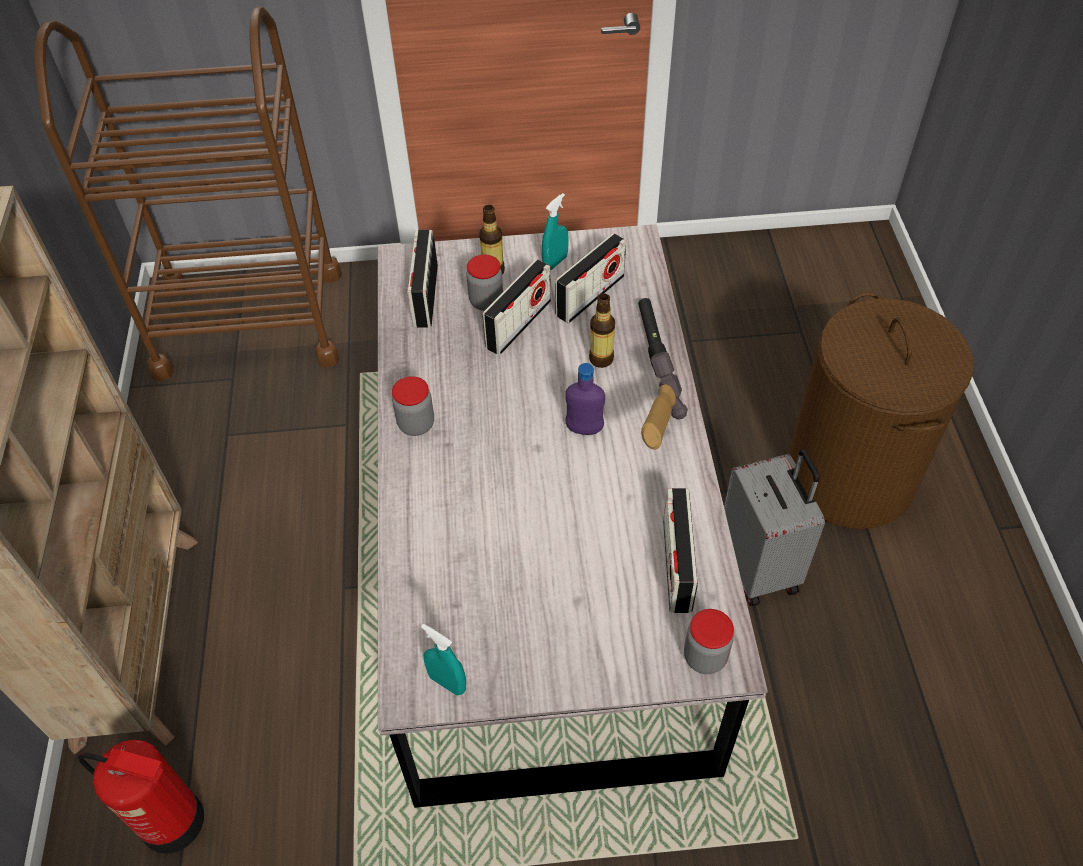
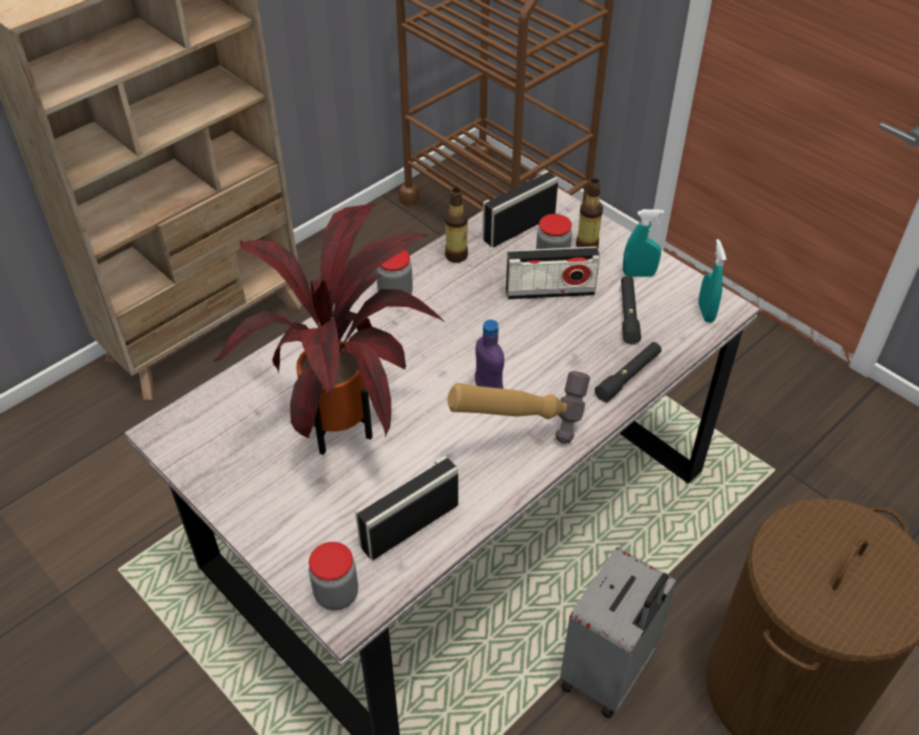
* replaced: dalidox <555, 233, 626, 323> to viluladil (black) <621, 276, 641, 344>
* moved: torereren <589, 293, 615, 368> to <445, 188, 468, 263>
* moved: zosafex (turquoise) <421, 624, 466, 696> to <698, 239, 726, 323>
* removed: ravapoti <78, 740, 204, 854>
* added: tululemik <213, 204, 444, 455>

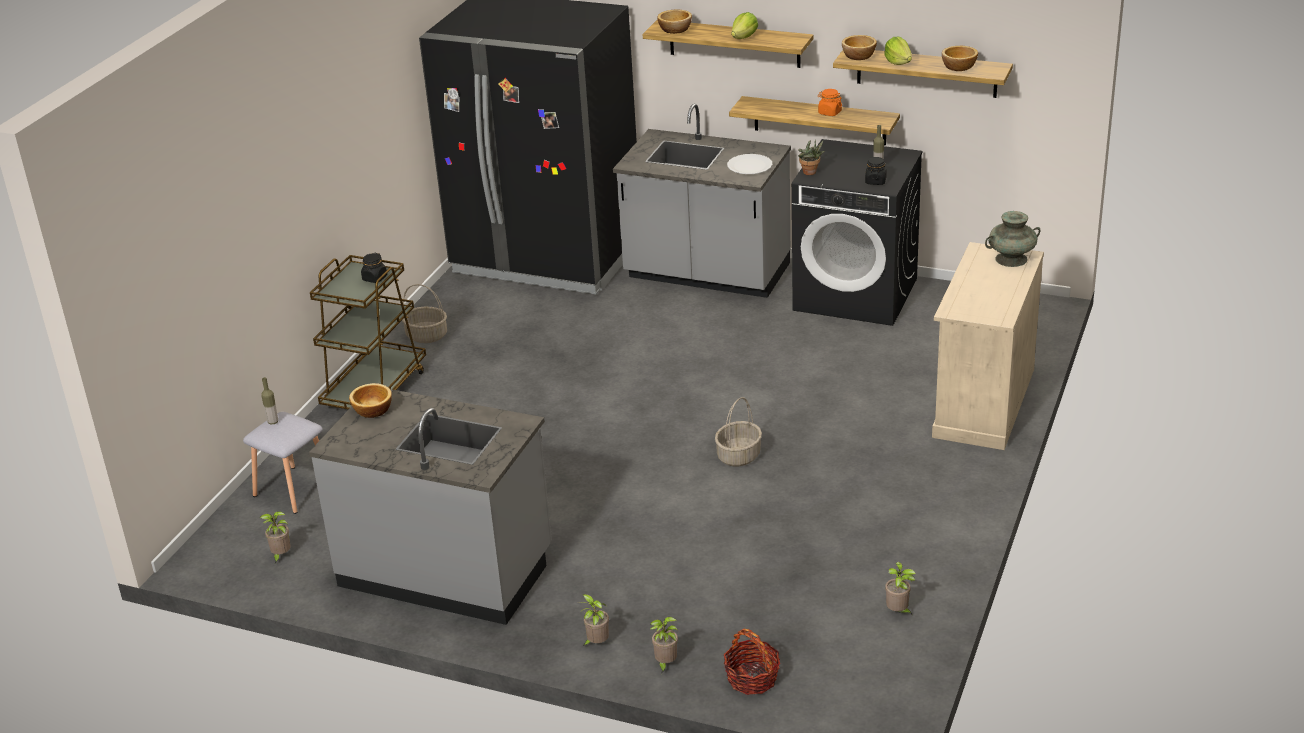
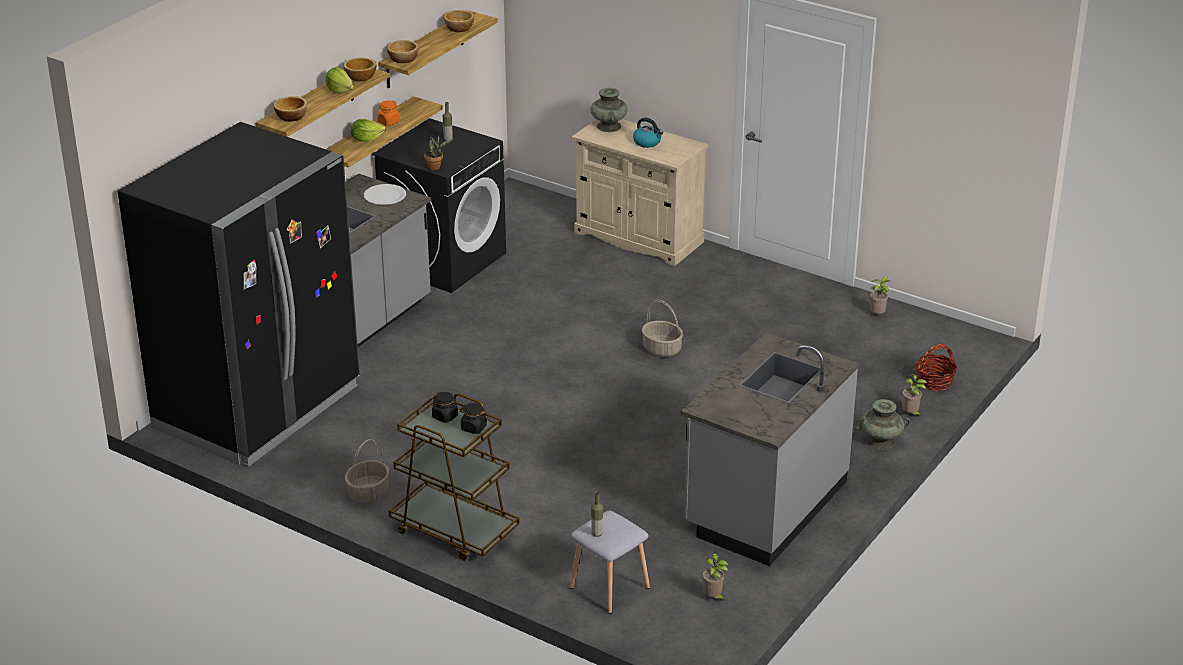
* moved: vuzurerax <884, 37, 912, 65> to <351, 119, 386, 142>
* moved: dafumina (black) <865, 157, 887, 185> to <460, 403, 487, 434>
* moved: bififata <349, 383, 392, 418> to <343, 58, 376, 81>
* replaced: tululemik <579, 594, 609, 646> to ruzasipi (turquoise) <854, 399, 910, 450>
* added: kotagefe <633, 118, 663, 148>

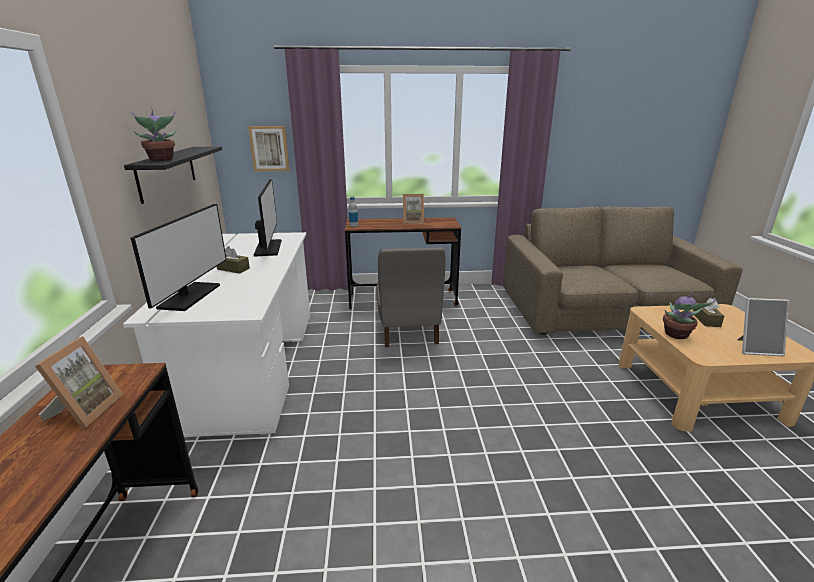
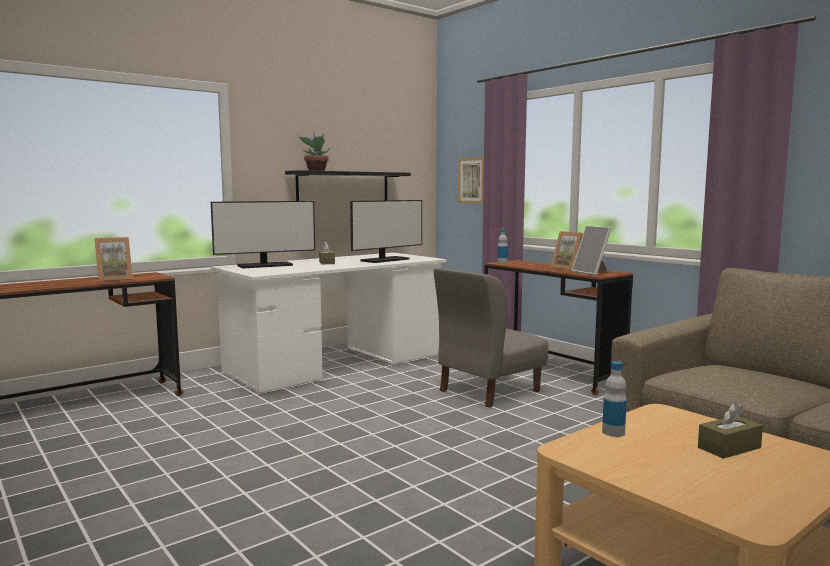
* replaced: tululemik <663, 291, 716, 339> to torereren <602, 361, 627, 437>
* moved: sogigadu <737, 298, 789, 356> to <571, 226, 612, 276>

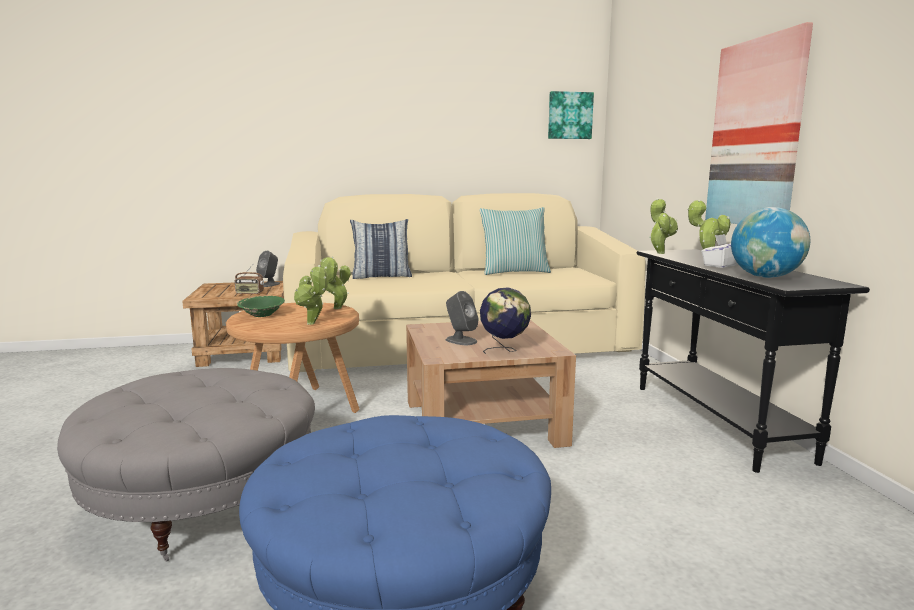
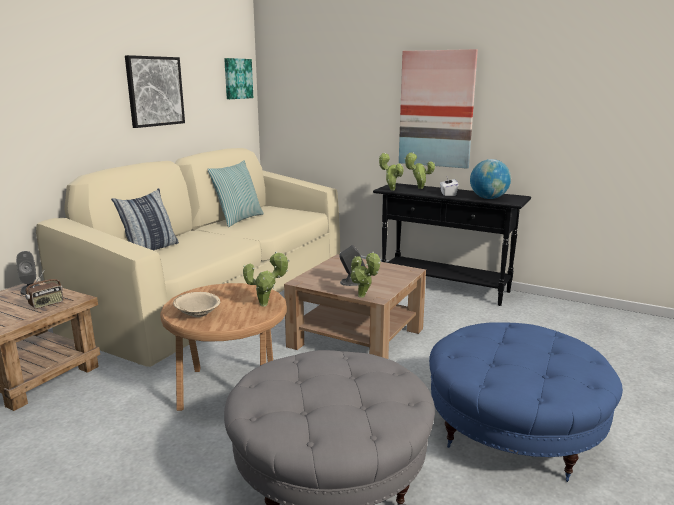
* moved: tululemik <320, 256, 351, 309> to <350, 251, 380, 298>
* removed: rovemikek <480, 287, 531, 354>
* recoloured: bififata (green) <237, 296, 285, 317> to bififata (beige) <173, 292, 220, 317>
* added: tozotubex <125, 55, 185, 128>

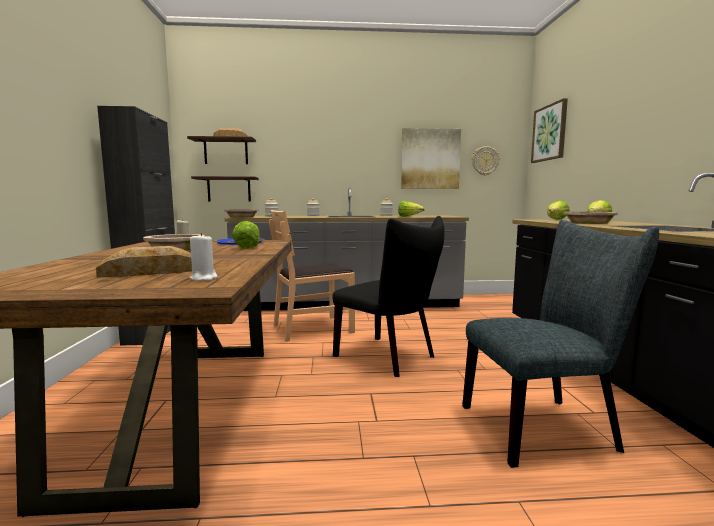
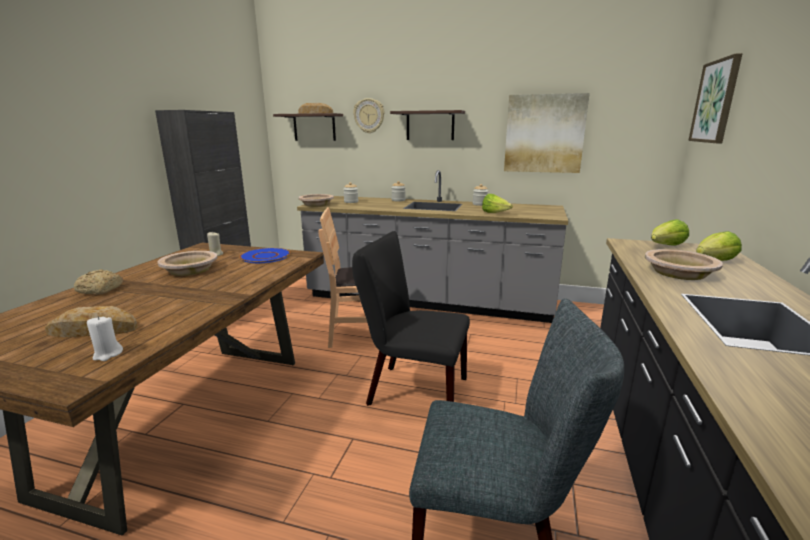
* moved: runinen <472, 146, 500, 176> to <353, 98, 385, 133>
* moved: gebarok <191, 176, 259, 202> to <390, 110, 465, 140>
* turned: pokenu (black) <332, 216, 444, 377> = <352, 231, 470, 406> 135 degrees clockwise
* removed: vuzurerax <232, 221, 260, 249>
* added: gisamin <74, 269, 123, 295>

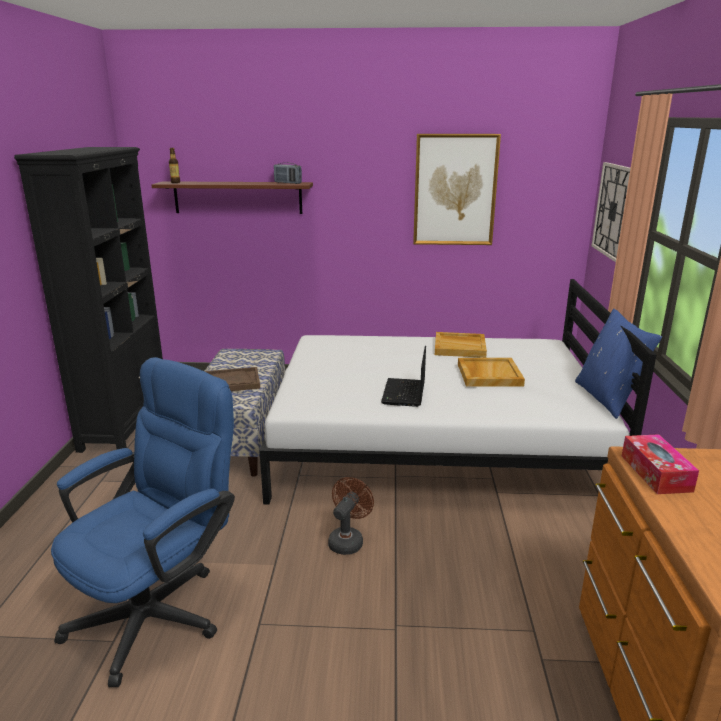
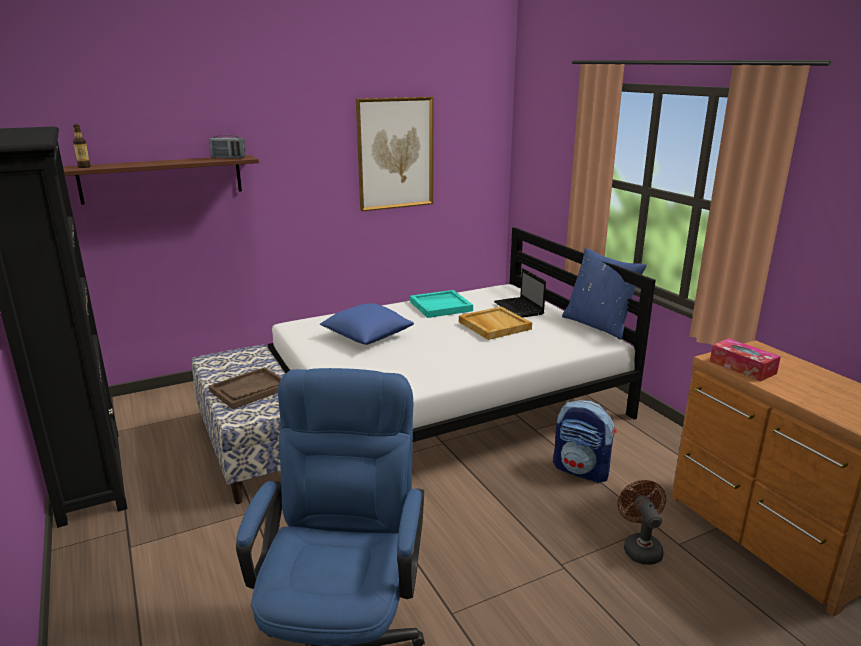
* removed: runinen <591, 162, 630, 262>
* recoloured: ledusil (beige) <435, 332, 487, 358> to ledusil (turquoise) <410, 290, 473, 318>
* moved: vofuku <381, 346, 426, 407> to <494, 268, 546, 318>
* moved: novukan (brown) <328, 477, 374, 555> to <617, 480, 666, 565>
* added: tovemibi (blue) <320, 303, 414, 345>
* added: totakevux <553, 400, 617, 483>

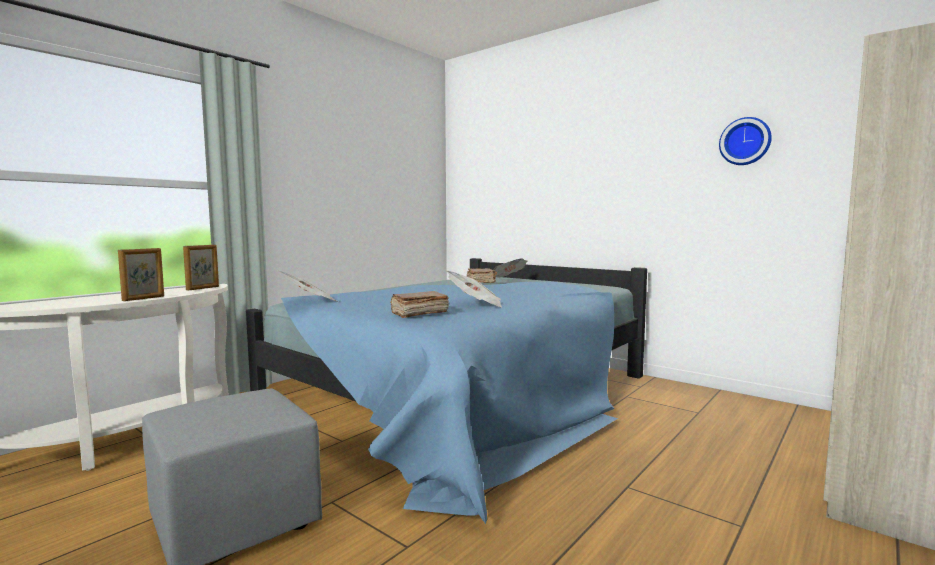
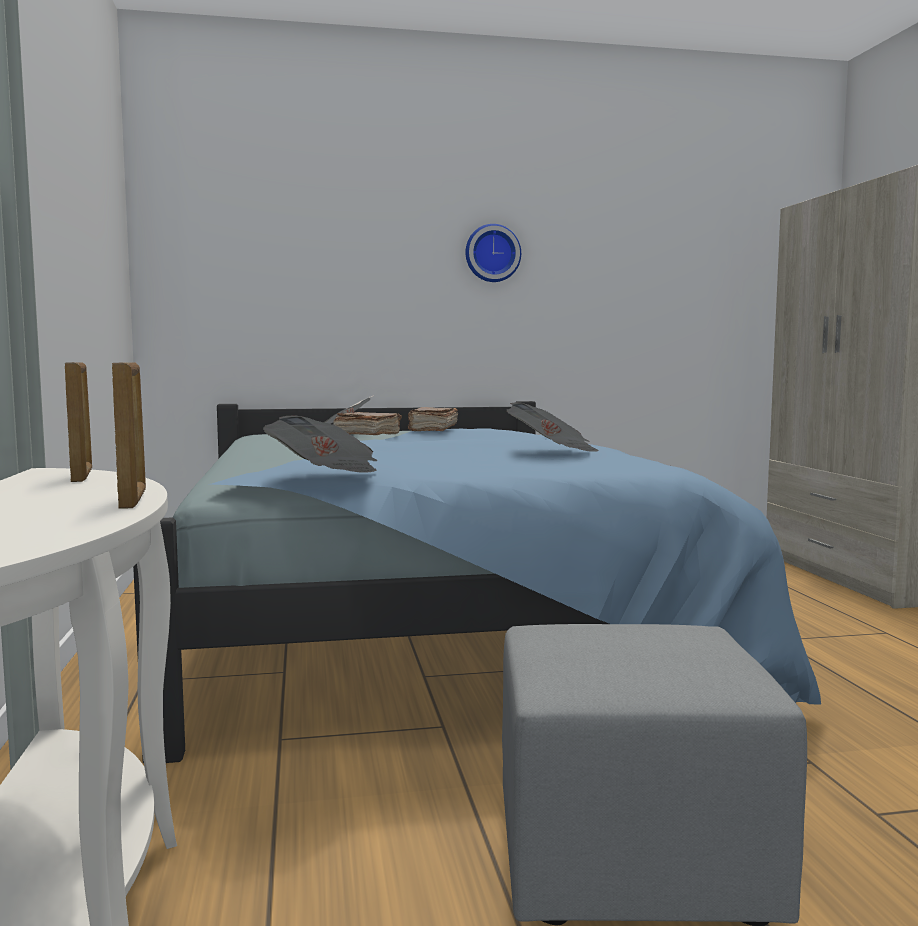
* moved: runinen <719, 117, 772, 165> to <466, 224, 521, 282>
* moved: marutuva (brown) <390, 291, 449, 318> to <408, 407, 458, 431>

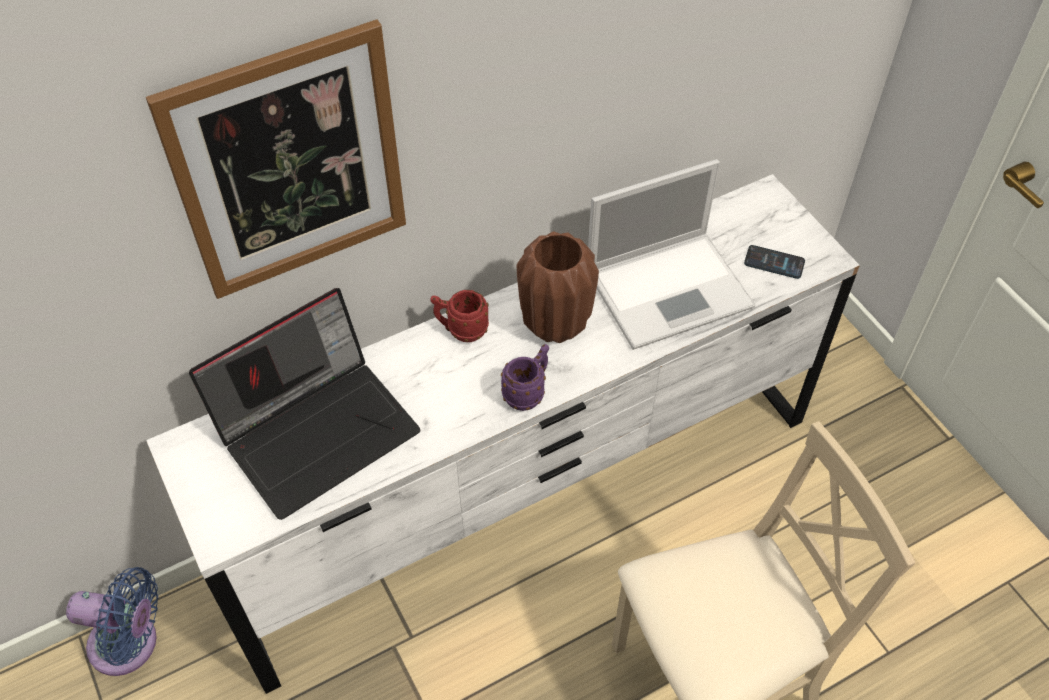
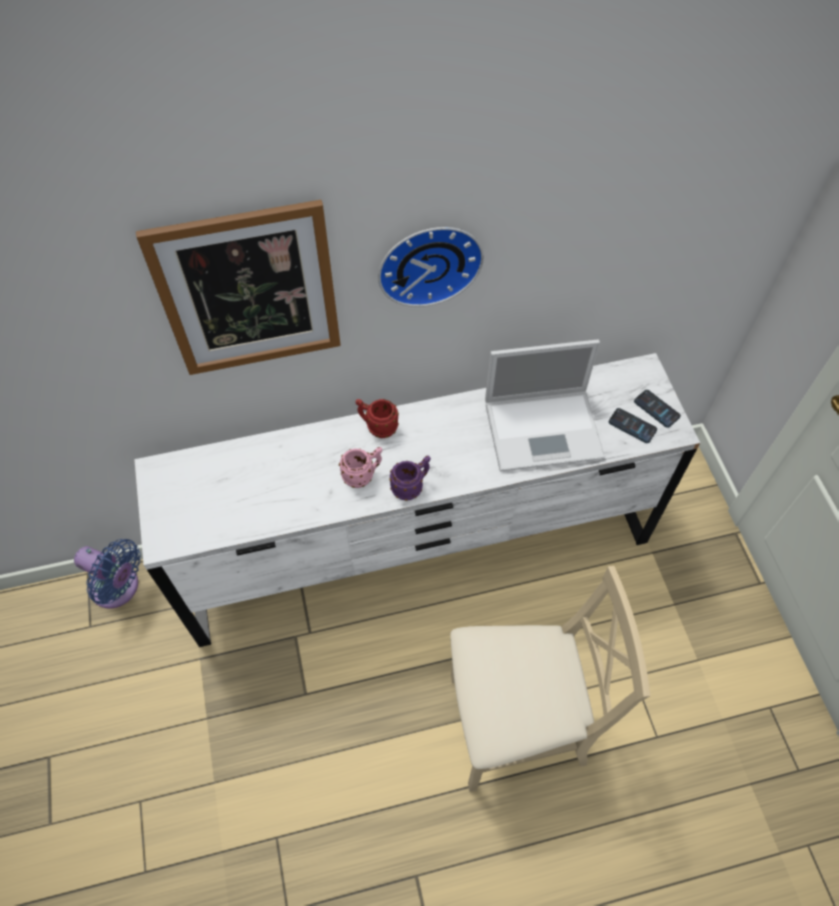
* removed: ruzasipi (brown) <517, 231, 599, 343>
* removed: vofuku <189, 288, 420, 520>
* added: runinen <378, 227, 484, 307>
* added: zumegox <634, 390, 681, 428>
* added: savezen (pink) <339, 447, 382, 488>

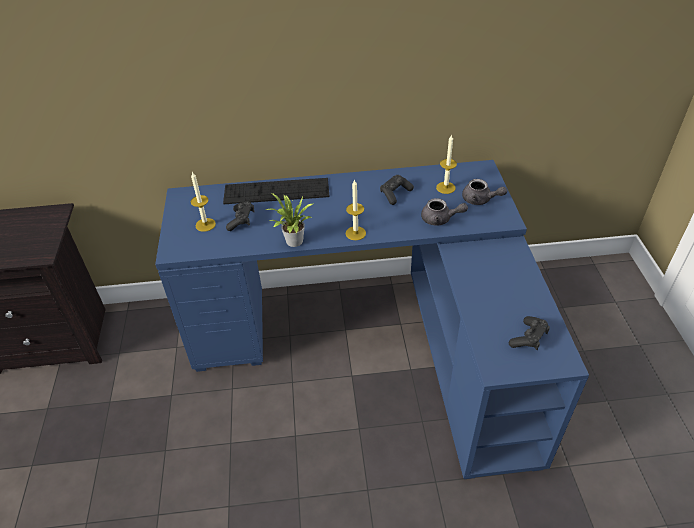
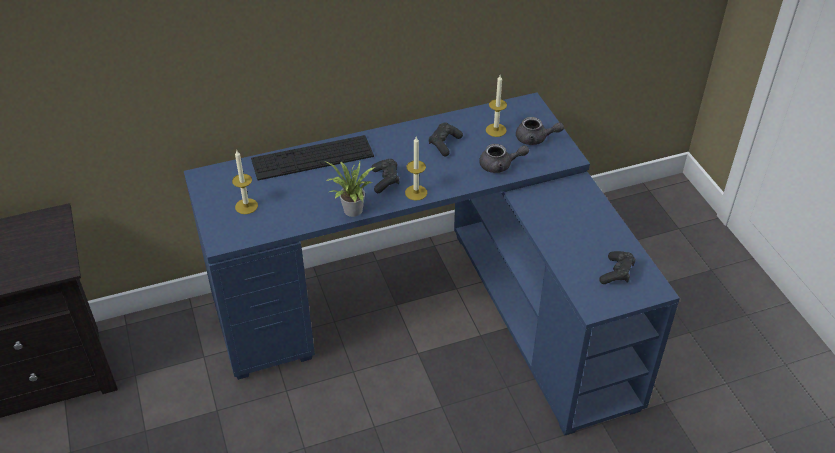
* moved: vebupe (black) <226, 202, 255, 231> to <371, 159, 400, 193>

